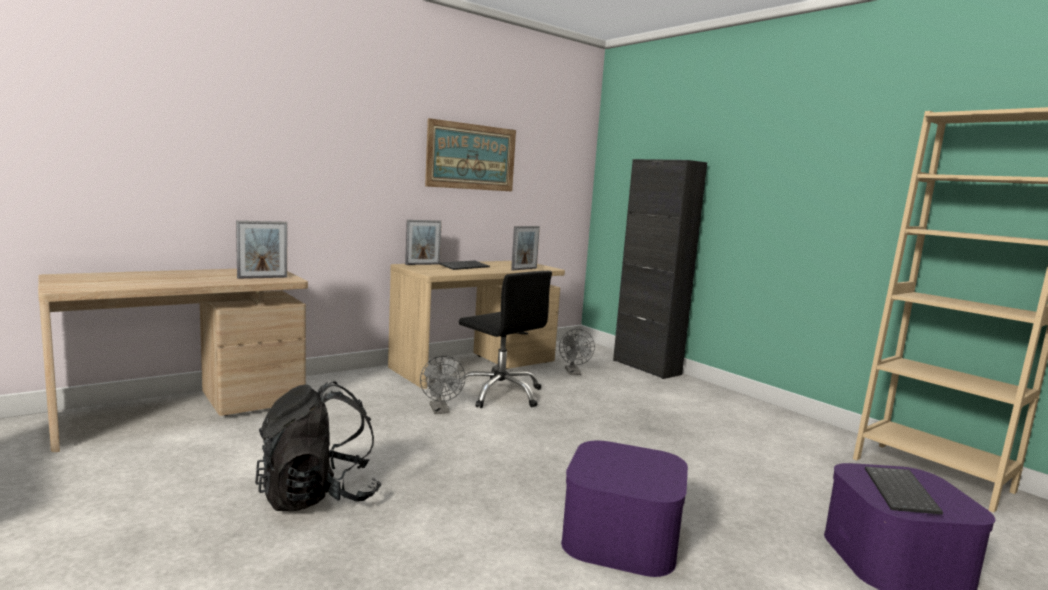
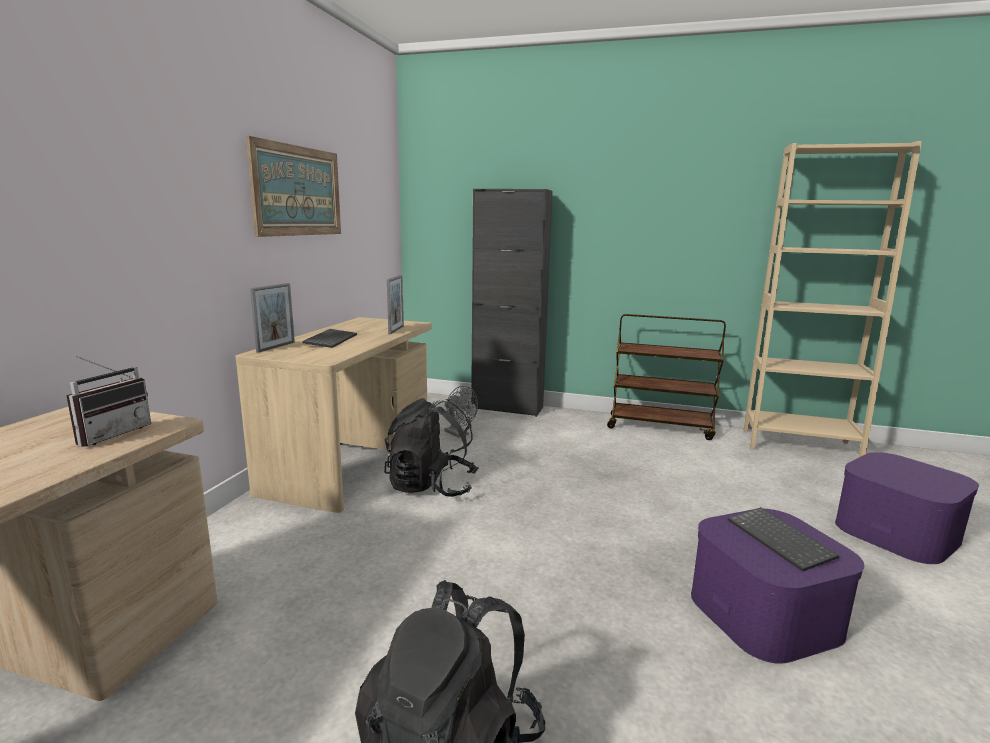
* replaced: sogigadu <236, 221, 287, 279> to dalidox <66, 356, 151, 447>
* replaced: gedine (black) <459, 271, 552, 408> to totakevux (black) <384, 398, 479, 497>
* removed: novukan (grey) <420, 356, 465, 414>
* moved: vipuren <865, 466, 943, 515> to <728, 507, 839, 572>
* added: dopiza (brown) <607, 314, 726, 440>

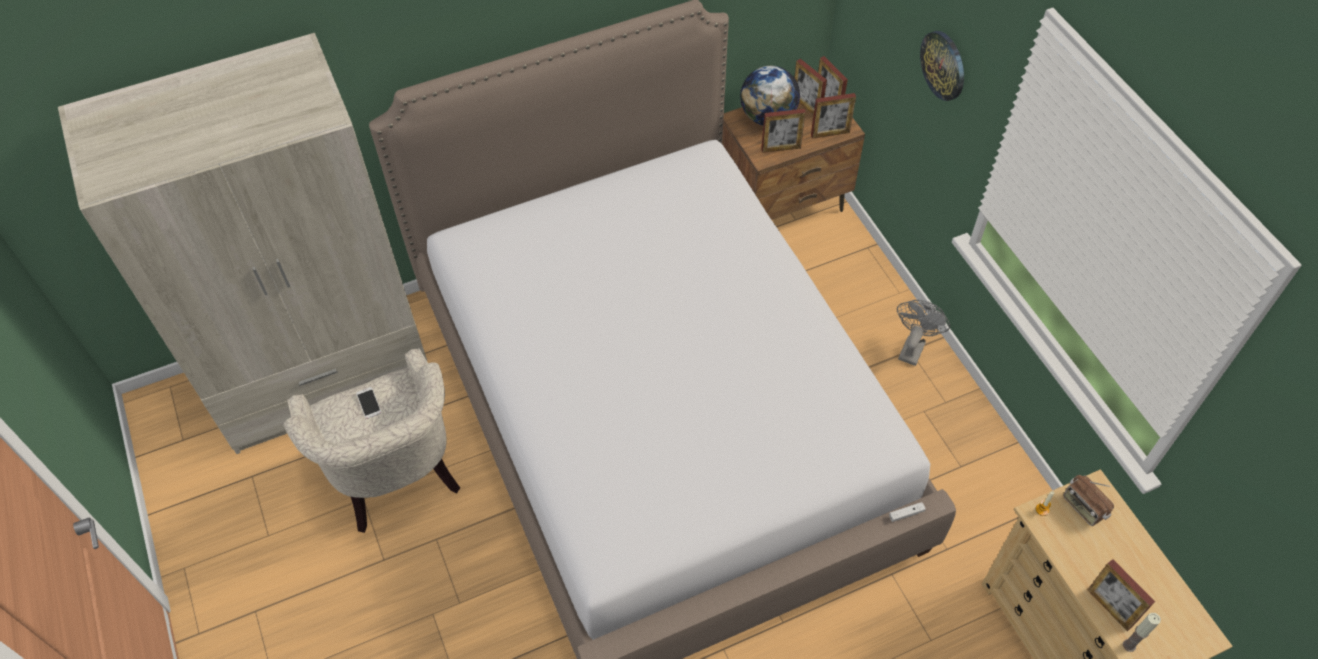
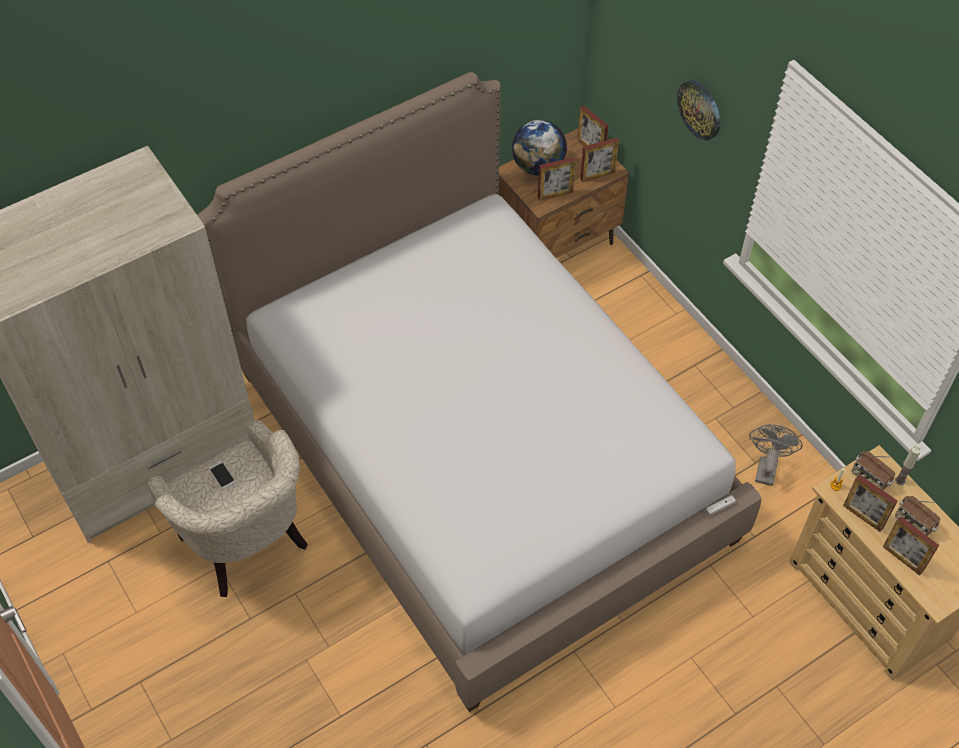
* moved: sogigadu <794, 59, 827, 115> to <843, 474, 898, 532>
* moved: novukan (grey) <897, 300, 950, 366> to <749, 424, 803, 486>
* moved: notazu <1123, 613, 1161, 652> to <895, 445, 921, 485>
* added: dalidox <895, 496, 940, 536>

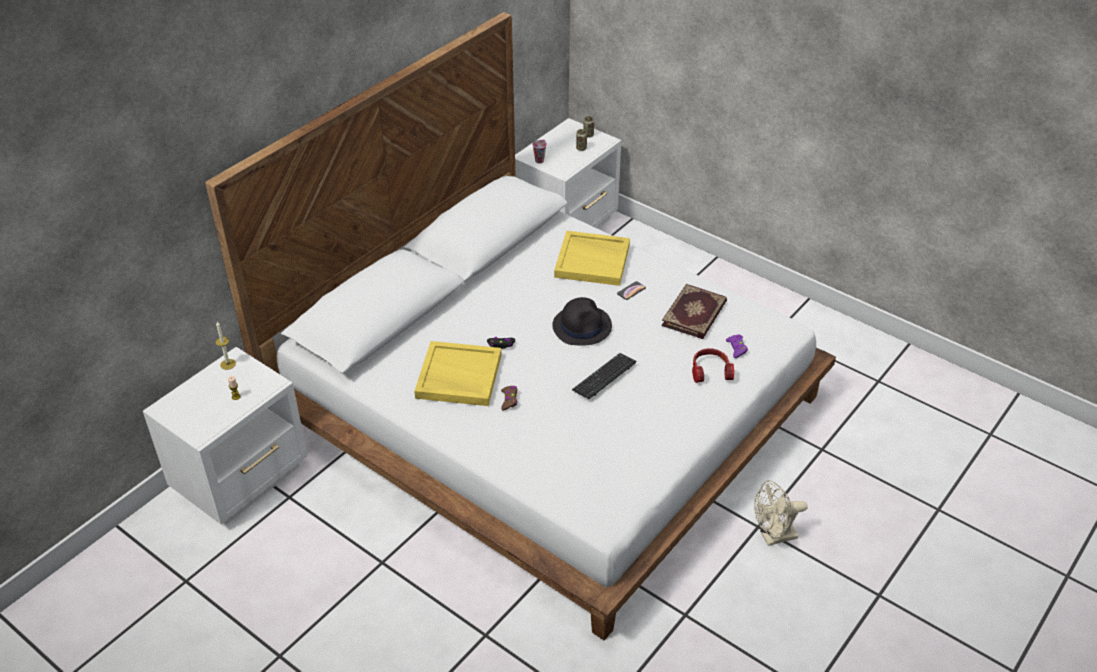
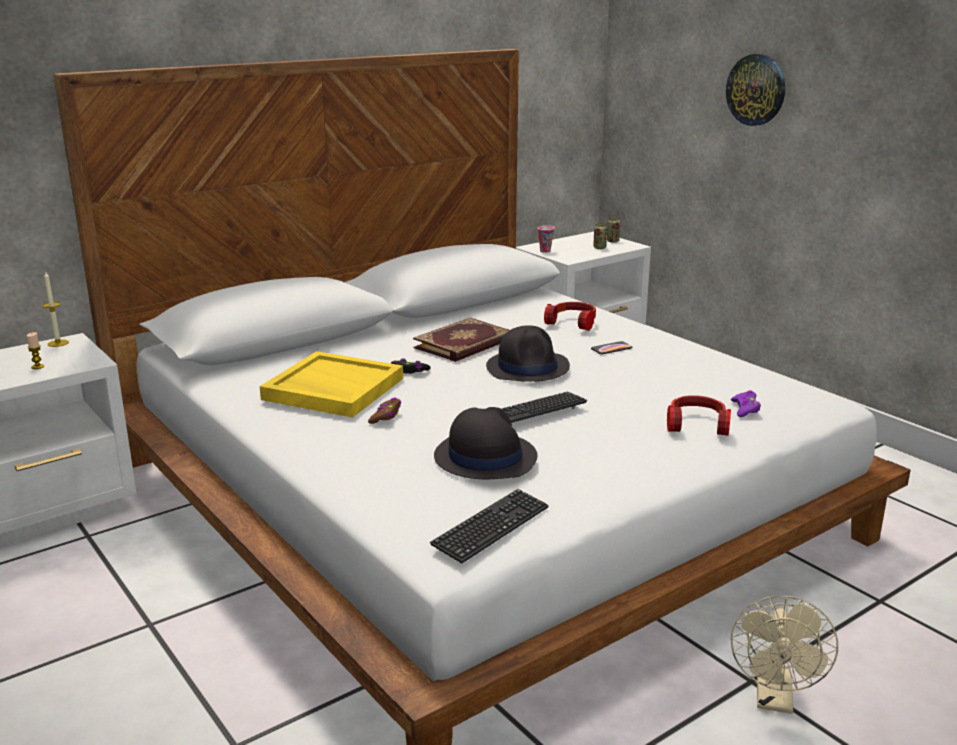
* replaced: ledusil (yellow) <554, 231, 630, 286> to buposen <544, 302, 596, 331>
* moved: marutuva <662, 284, 727, 339> to <413, 318, 509, 362>
* turned: novukan (beige) <754, 480, 808, 546> = <731, 596, 838, 714> 75 degrees counterclockwise
* added: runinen <726, 54, 785, 126>
* added: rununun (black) <434, 407, 537, 479>
* added: vipuren <430, 489, 549, 563>

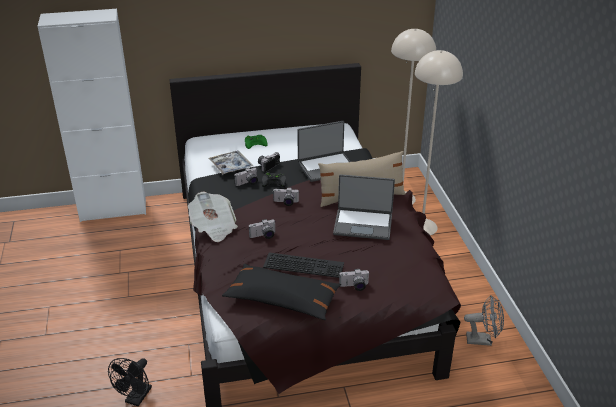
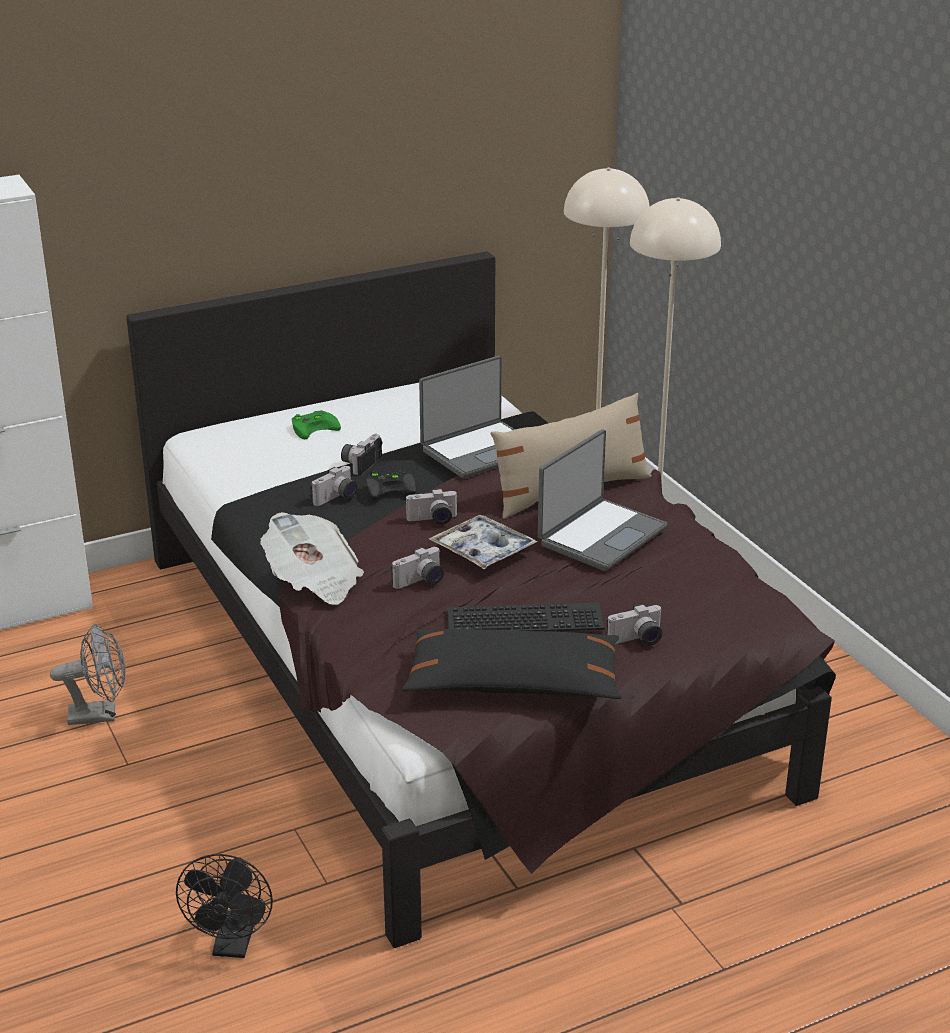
* moved: ledusil <209, 150, 253, 175> to <429, 515, 537, 569>
* turned: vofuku <333, 174, 395, 240> = <538, 429, 667, 571> 45 degrees counterclockwise
* moved: novukan (grey) <464, 295, 504, 346> to <50, 624, 125, 725>

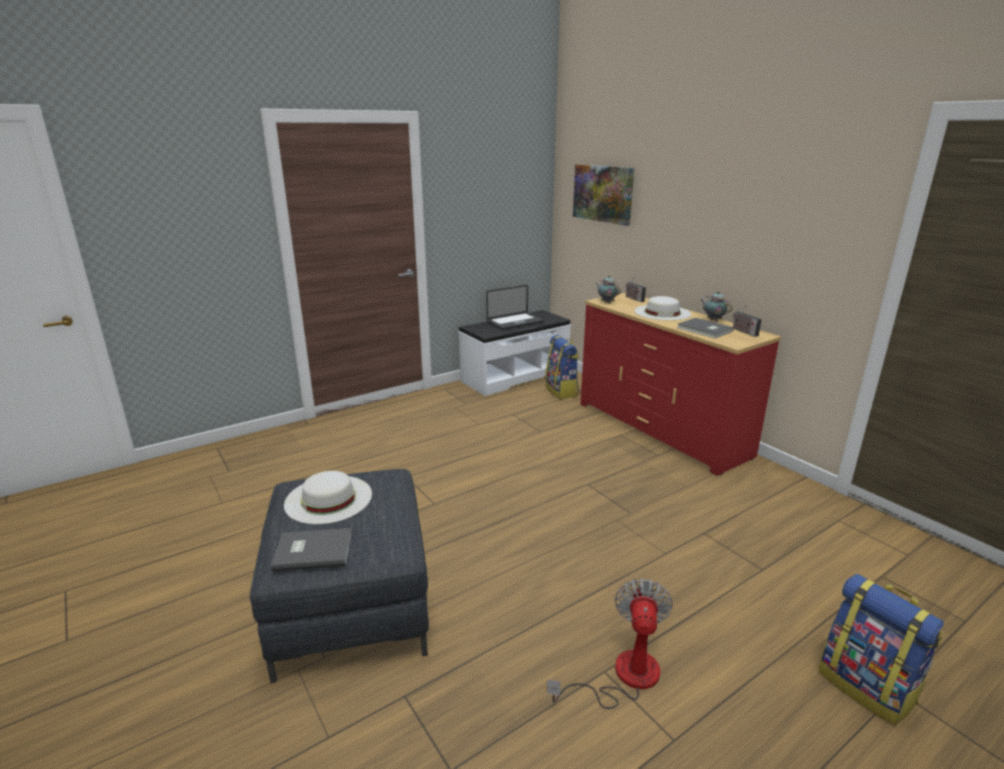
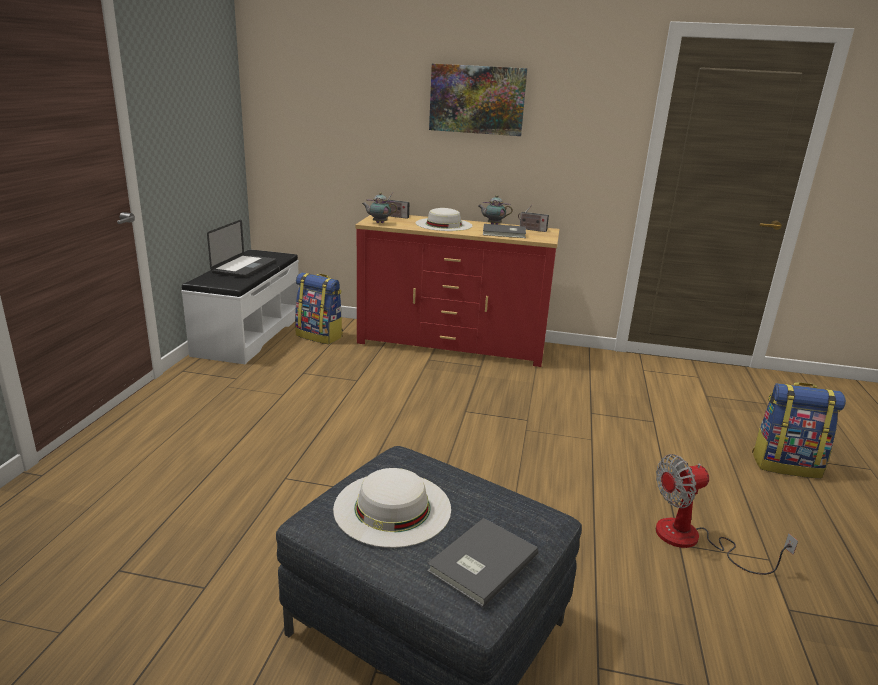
* moved: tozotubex <573, 164, 634, 226> to <429, 63, 528, 136>
* turned: novukan <547, 578, 673, 709> = <656, 454, 798, 575> 75 degrees counterclockwise

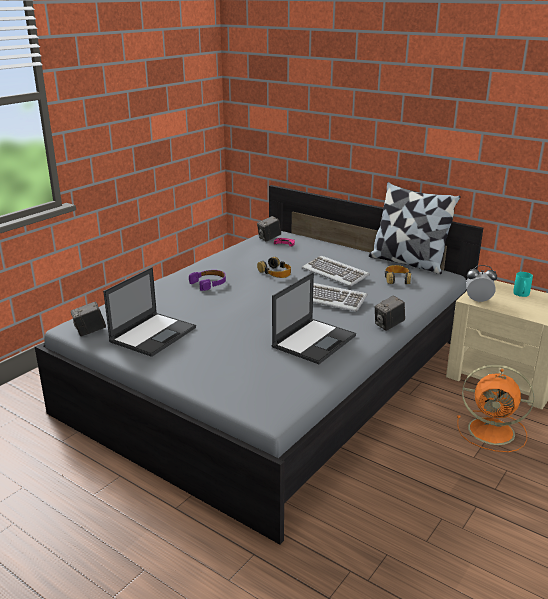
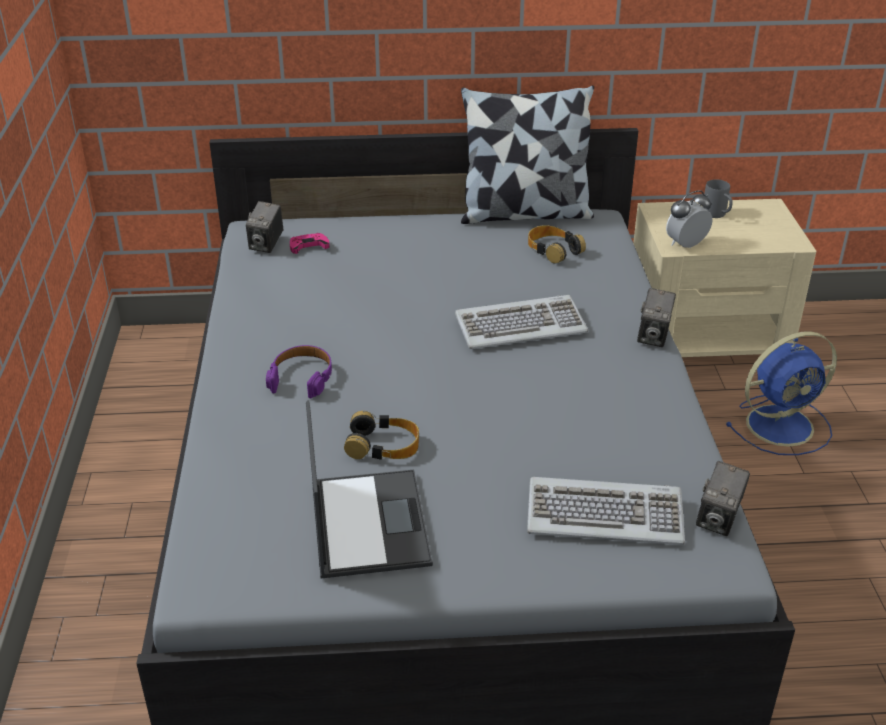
* moved: vipuren <302, 256, 370, 287> to <527, 477, 685, 545>
* moved: buposen <257, 257, 291, 278> to <344, 411, 419, 460>
* removed: vofuku <272, 272, 356, 364>
* recoloured: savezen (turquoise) <513, 272, 533, 297> to savezen (grey) <703, 179, 733, 218>
* moved: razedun <71, 301, 106, 336> to <696, 461, 750, 536>
* recoloured: novukan (orange) <457, 365, 534, 452> to novukan (blue) <725, 331, 837, 455>

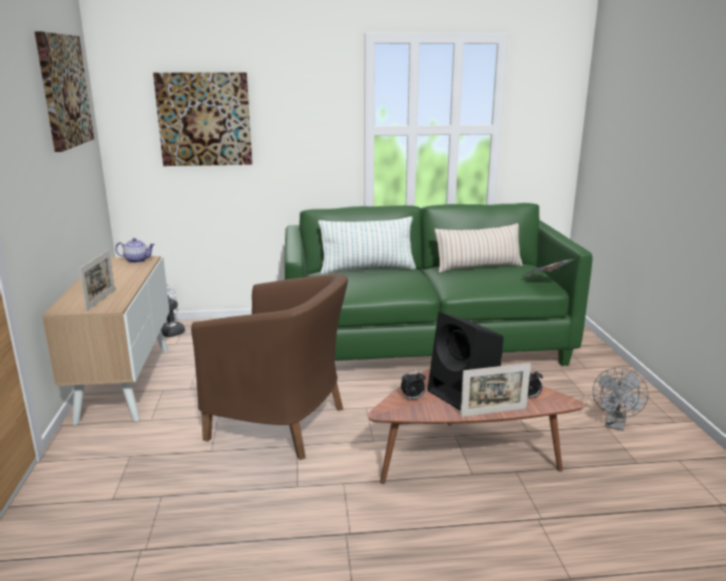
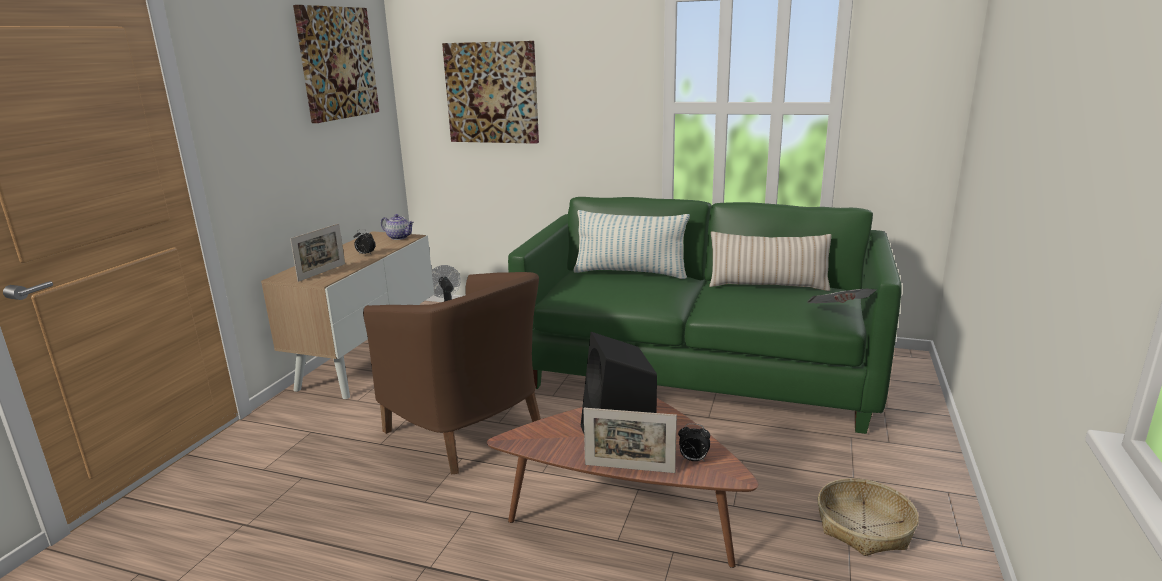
* replaced: novukan (grey) <593, 367, 649, 431> to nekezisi <818, 478, 919, 556>
* moved: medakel <401, 370, 426, 399> to <354, 229, 375, 255>

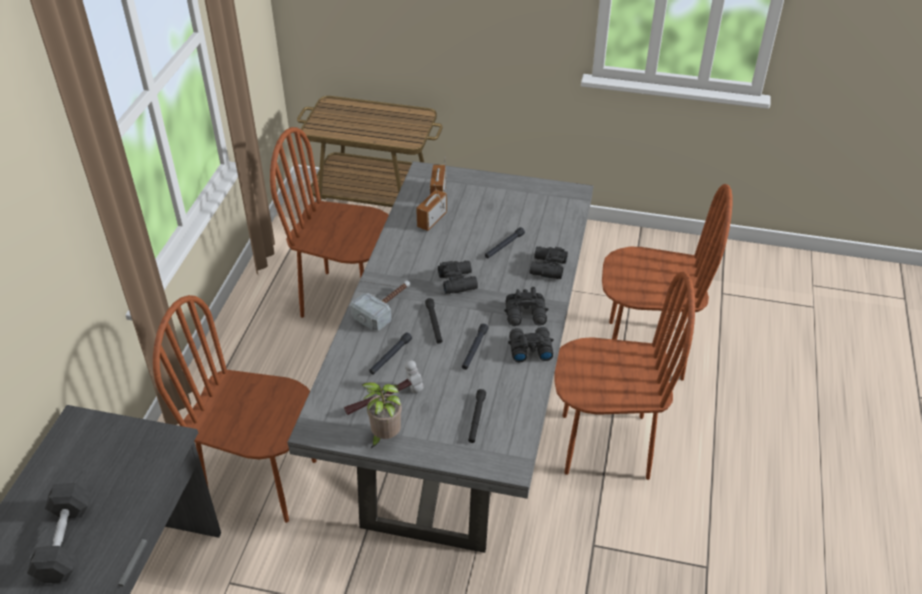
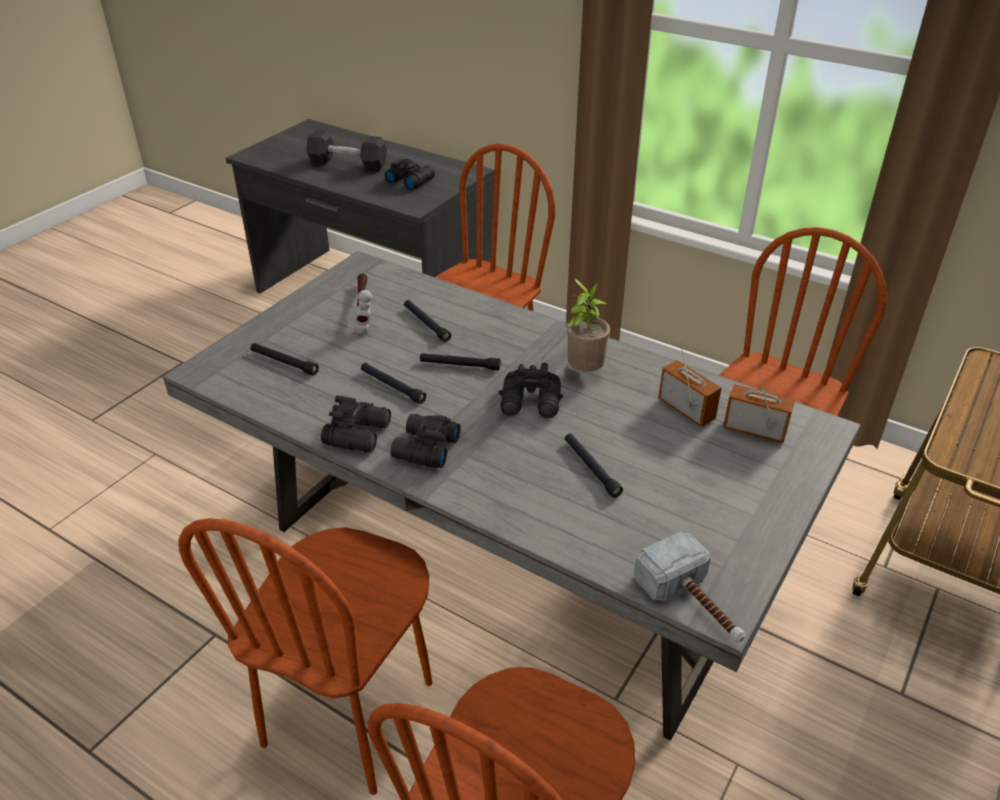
* moved: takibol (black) <530, 246, 568, 279> to <385, 159, 435, 190>
* moved: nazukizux <351, 280, 410, 331> to <633, 532, 745, 642>
* moved: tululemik <362, 382, 402, 448> to <566, 279, 610, 372>

